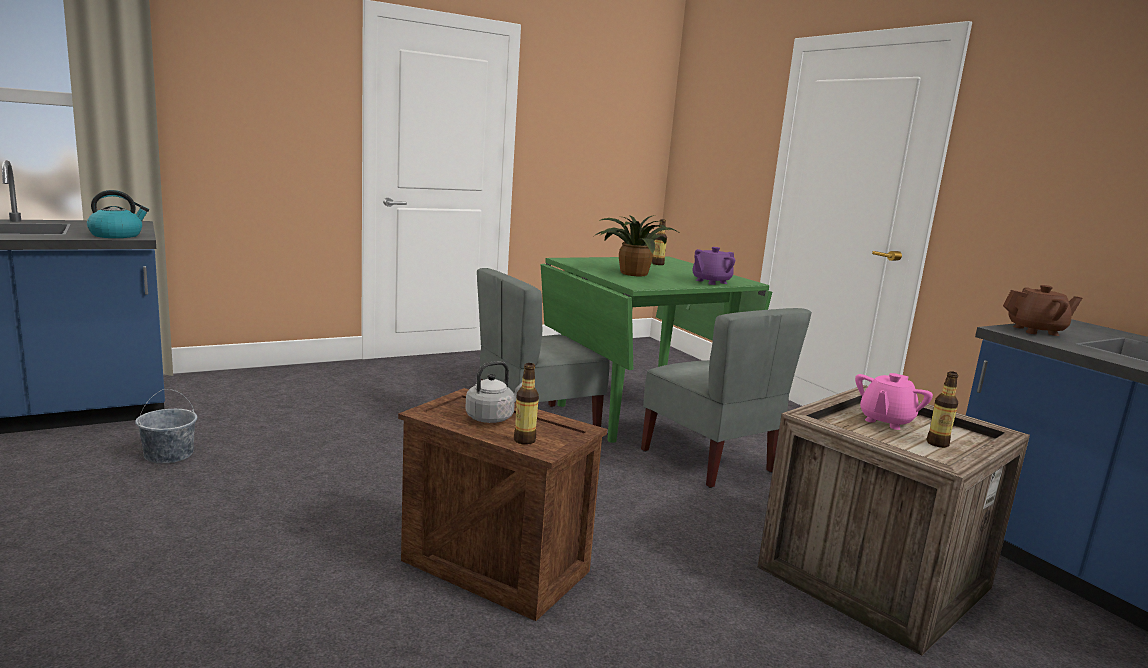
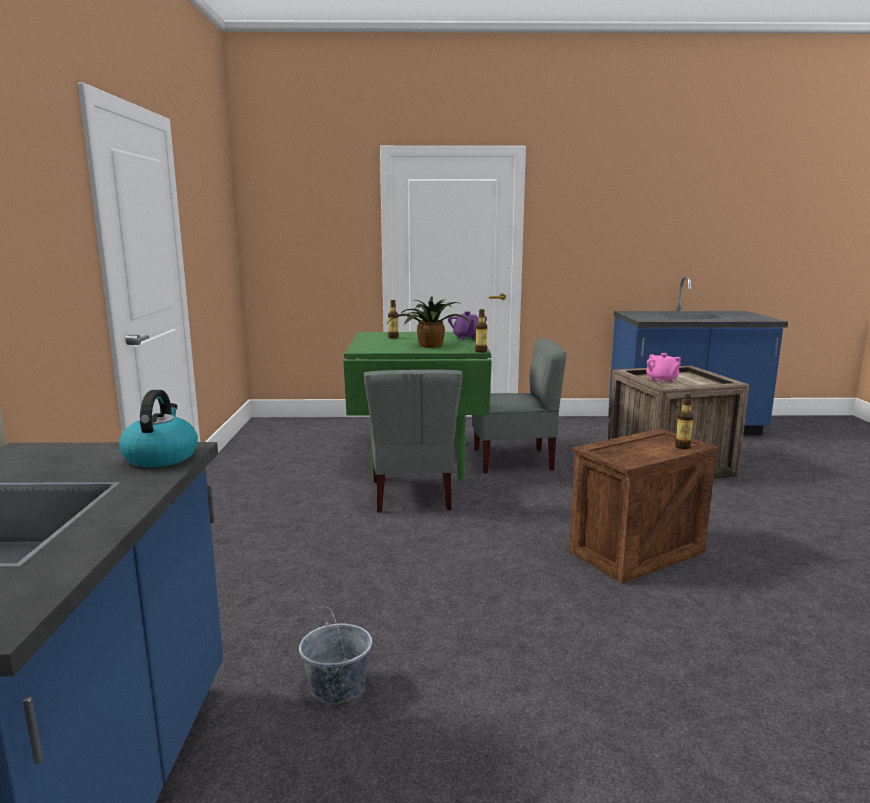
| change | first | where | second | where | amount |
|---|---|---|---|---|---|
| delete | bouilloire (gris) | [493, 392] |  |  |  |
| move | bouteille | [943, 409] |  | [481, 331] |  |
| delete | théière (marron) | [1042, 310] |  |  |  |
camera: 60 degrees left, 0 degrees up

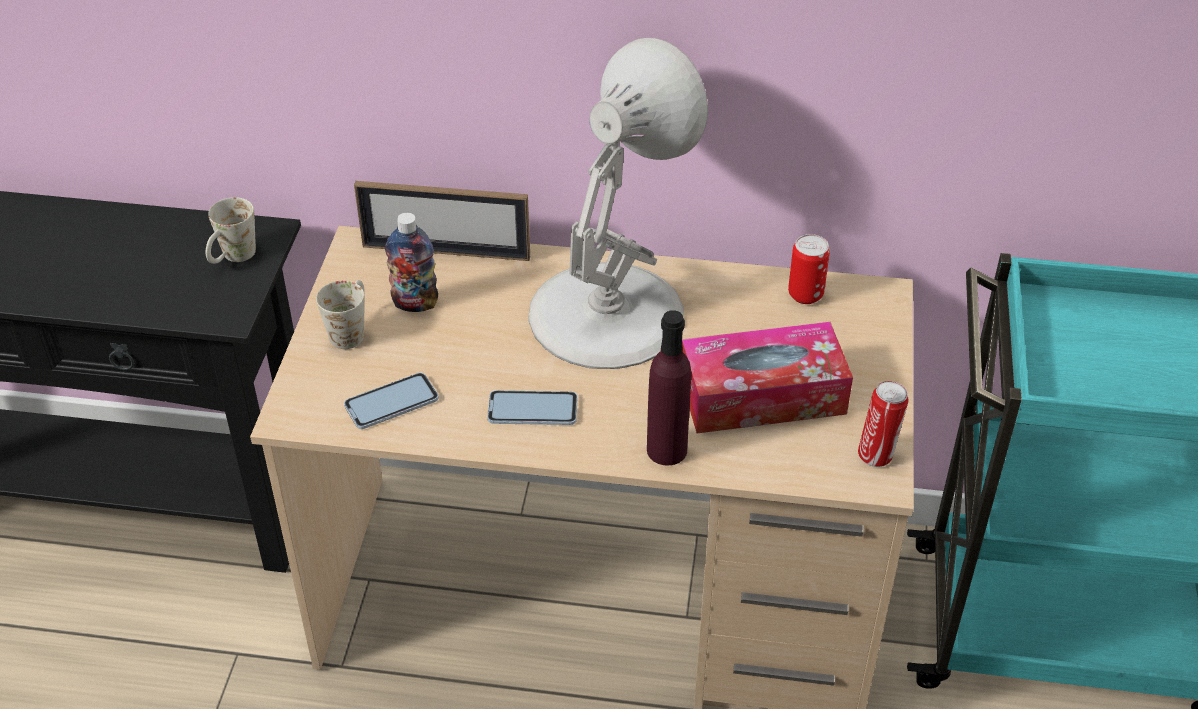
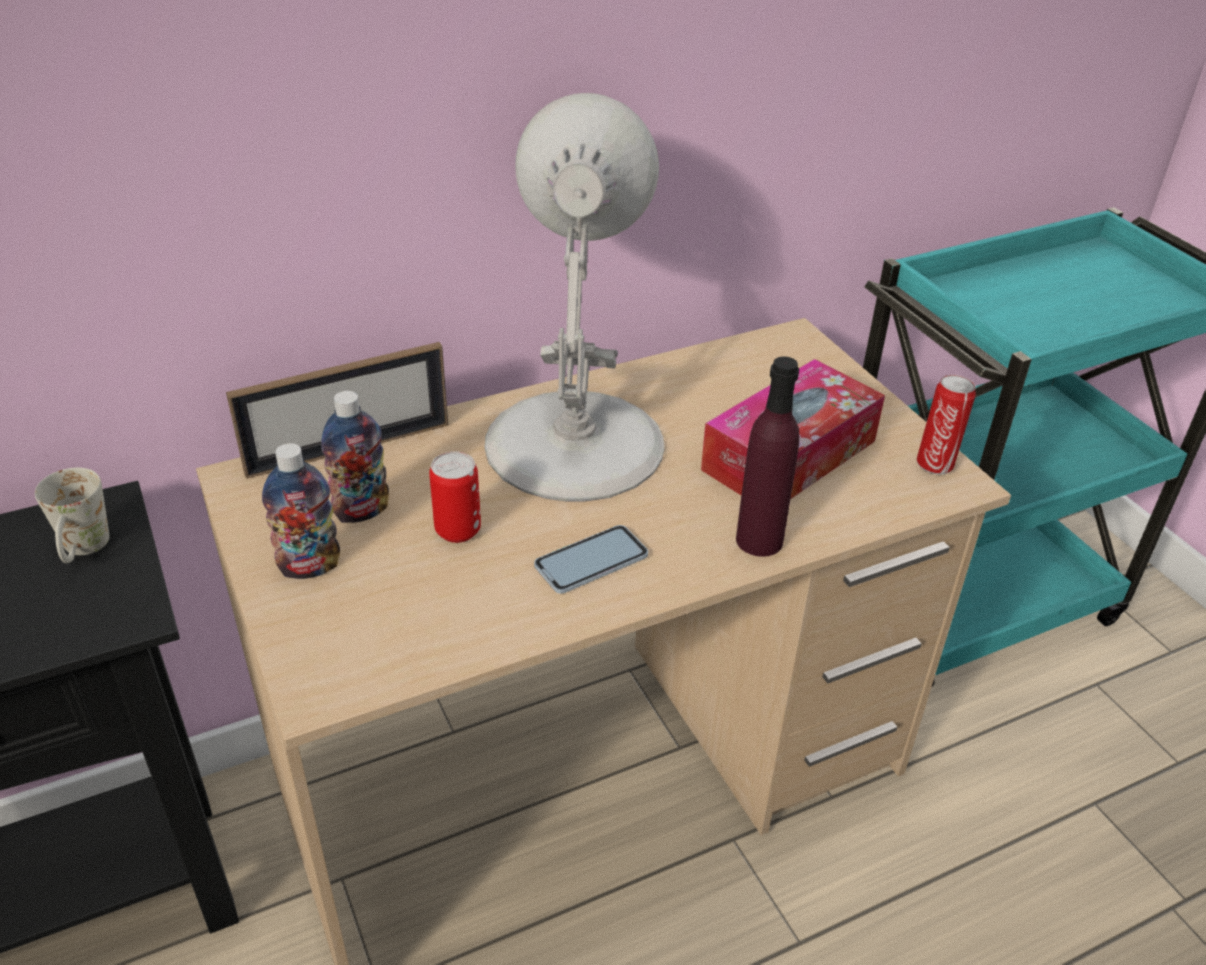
| change | first | where | second | where | amount |
|---|---|---|---|---|---|
| replace | mug (blanc) | [340, 314] | bouteille | [301, 511] |  |
| delete | téléphone | [391, 401] |  |  |  |
| move | boîte métallique | [809, 269] |  | [455, 497] |  |
camera: 35 degrees left, 5 degrees down

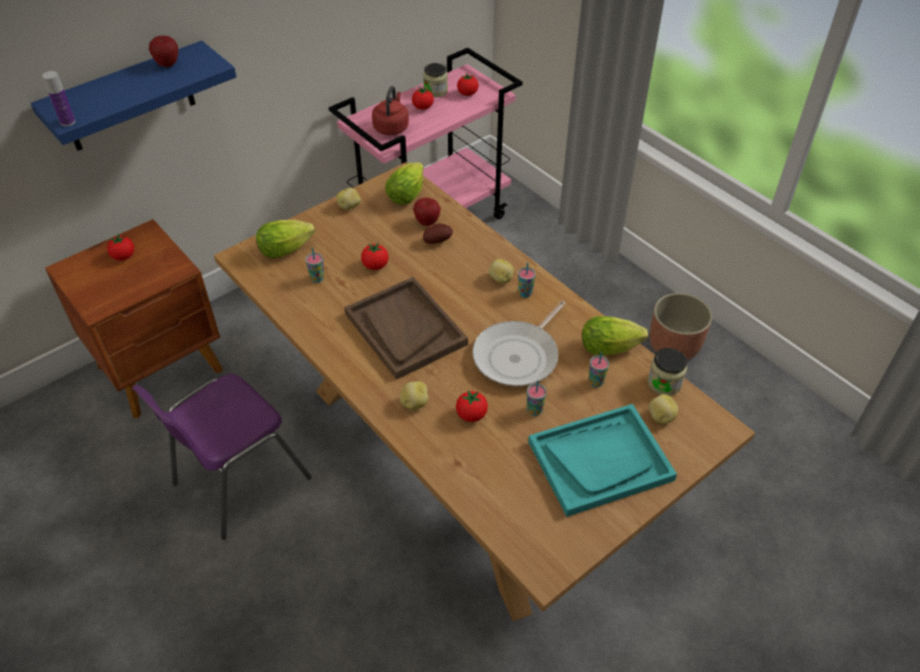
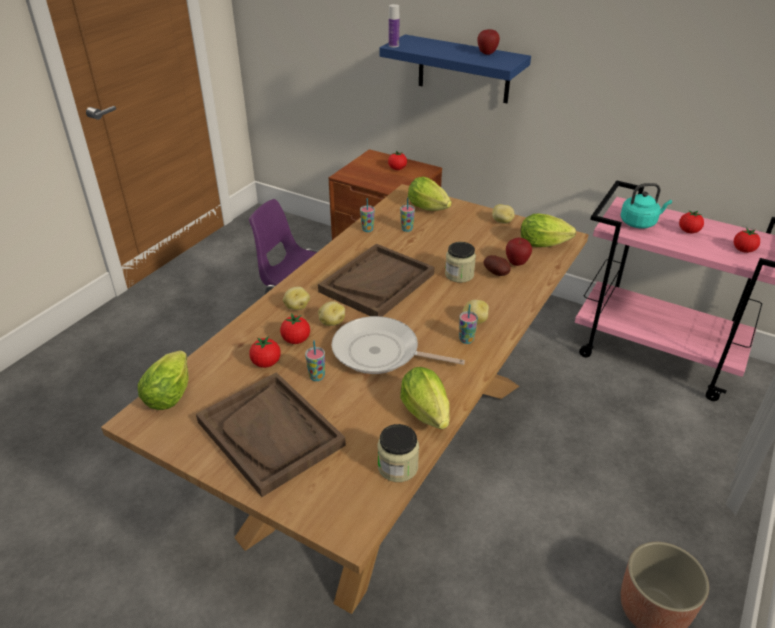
| change | first | where | second | where | amount |
|---|---|---|---|---|---|
| move | tomate | [375, 256] |  | [265, 352] |  |
| recolor | bouilloire (rouge) | [390, 110] | bouilloire (turquoise) | [646, 206] |  |
| move | bocal | [435, 80] |  | [460, 262] |  |
| recolor | plateau (turquoise) | [602, 460] | plateau (marron) | [271, 434] |  |
| move | tasse | [599, 369] |  | [367, 215] |  |
| move | pomme de terre | [663, 409] |  | [331, 313] |  |
| insert |  |  | laitue | [163, 380] |  |
camera: 70 degrees right, 10 degrees down

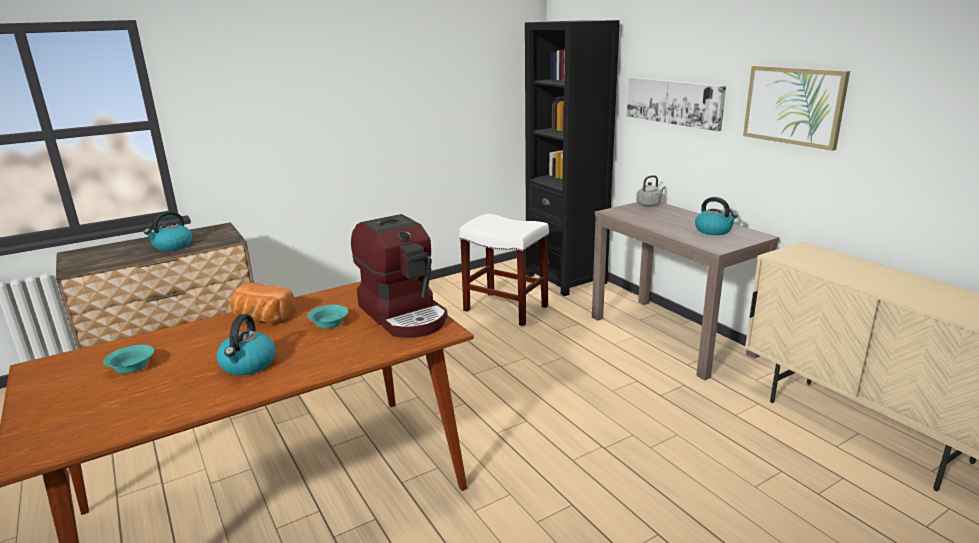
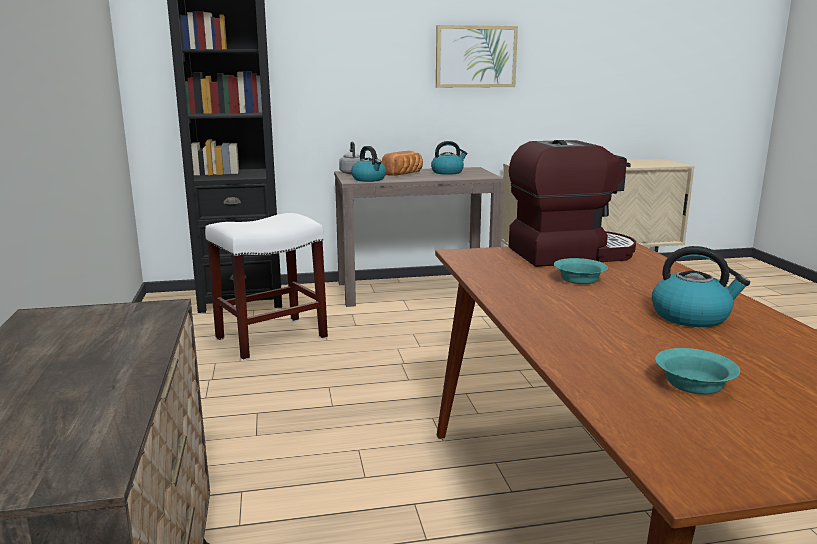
| change | first | where | second | where | amount |
|---|---|---|---|---|---|
| move | bouilloire | [168, 231] |  | [368, 164] |  |
| move | pain | [263, 303] |  | [402, 163] |  |
| delete | tableau | [676, 104] |  |  |  |
camera: 70 degrees left, 5 degrees down

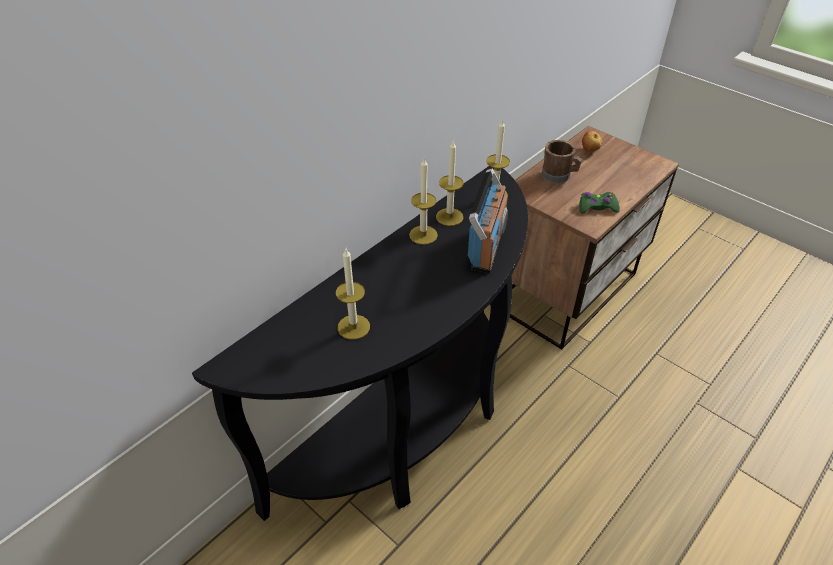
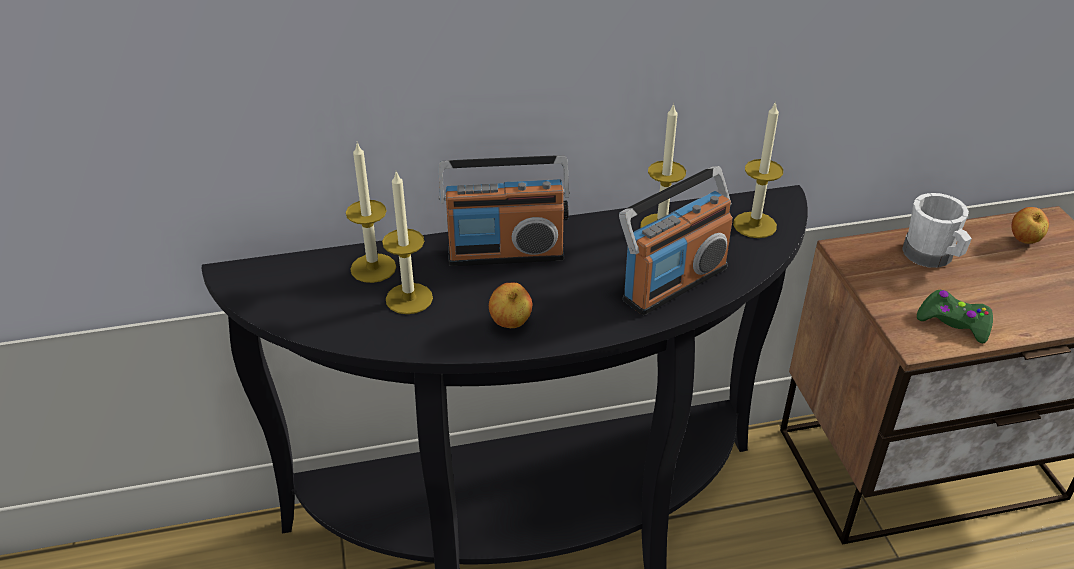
| change | first | where | second | where | amount |
|---|---|---|---|---|---|
| move | bougie | [423, 201] |  | [371, 213] |  |
| recolor | mug (marron) | [561, 162] | mug (blanc) | [937, 230] |  |
| insert |  |  | radio | [504, 210] |  |
| insert |  |  | pomme | [511, 305] |  |
camera: 35 degrees right, 5 degrees down

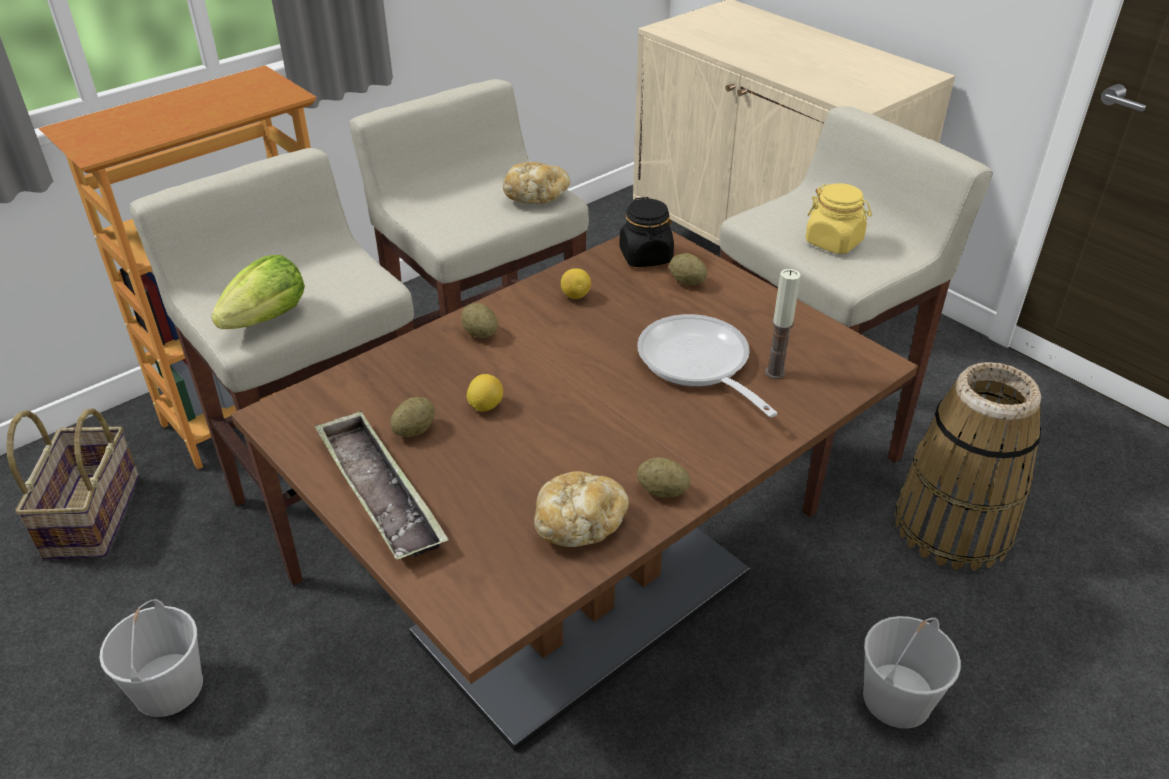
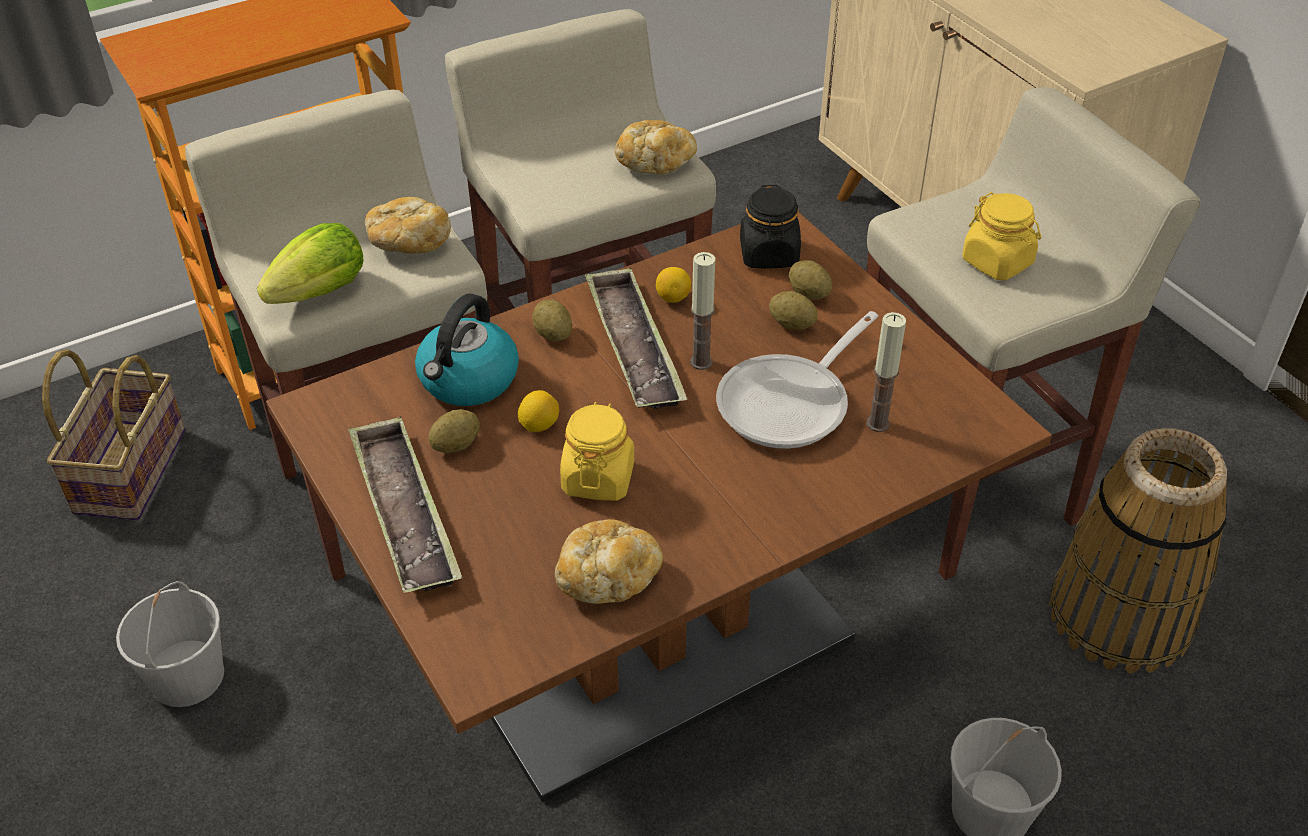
| change | first | where | second | where | amount |
|---|---|---|---|---|---|
| rotate | poêle | [707, 365] |  | [797, 380] | 120 degrees counterclockwise |
| move | pomme de terre | [663, 477] |  | [793, 310] |  |
| insert |  |  | pain | [408, 225] |  |
| insert |  |  | bouilloire | [467, 350] |  |
| insert |  |  | bocal (jaune) | [597, 451] |  |
| insert |  |  | plateau | [636, 338] |  |
| insert |  |  | bougie | [702, 311] |  |
camera: 10 degrees right, 5 degrees up

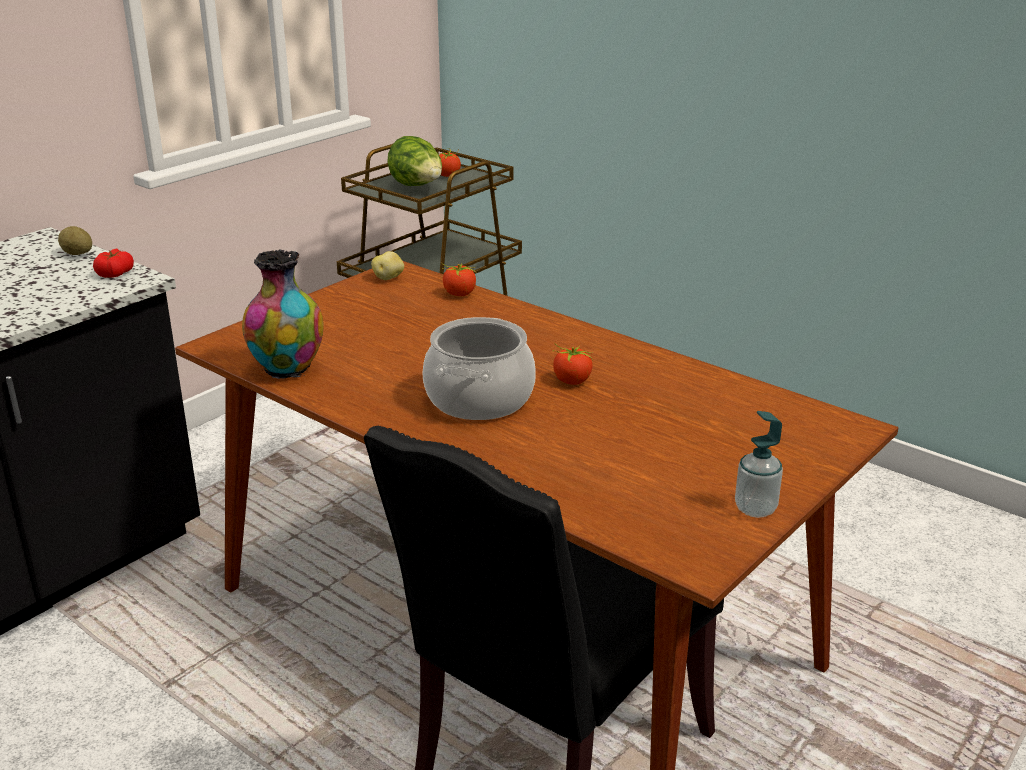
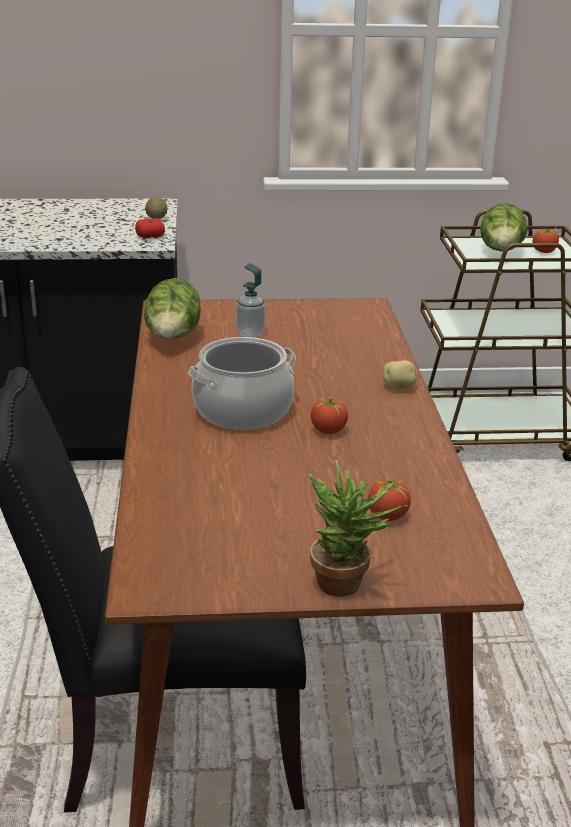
| change | first | where | second | where | amount |
|---|---|---|---|---|---|
| replace | vase | [283, 314] | laitue | [172, 308] |  |
| move | pomme de terre | [387, 265] |  | [400, 374] |  |
| move | tomate | [459, 279] |  | [389, 495] |  |
| move | distributeur de savon | [759, 464] |  | [250, 300] |  |
| insert |  |  | plante en pot | [358, 528] |  |
camera: 45 degrees right, 0 degrees up

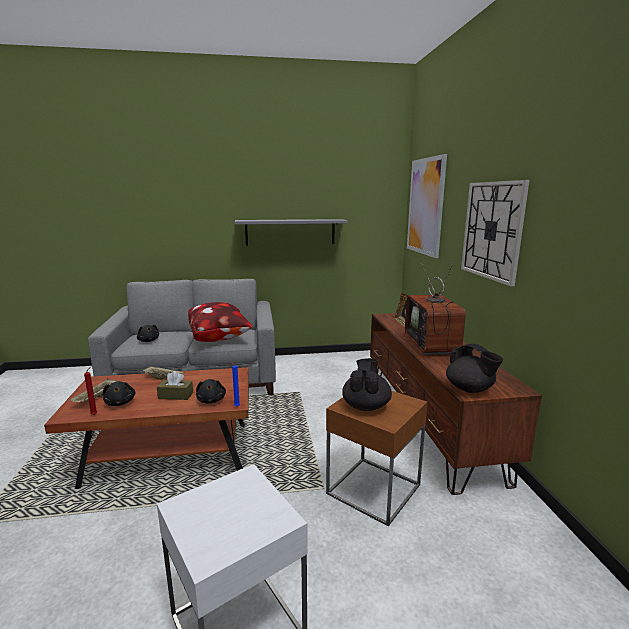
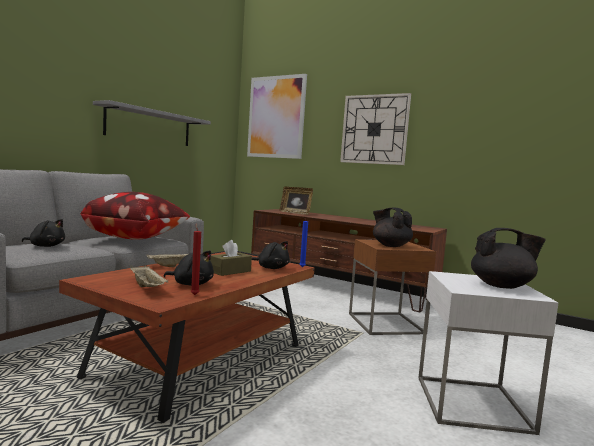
| change | first | where | second | where | amount |
|---|---|---|---|---|---|
| delete | téléviseur | [435, 308] |  |  |  |
| move | théière (noir) | [474, 368] |  | [508, 258] |  |
camera: 50 degrees left, 10 degrees down

